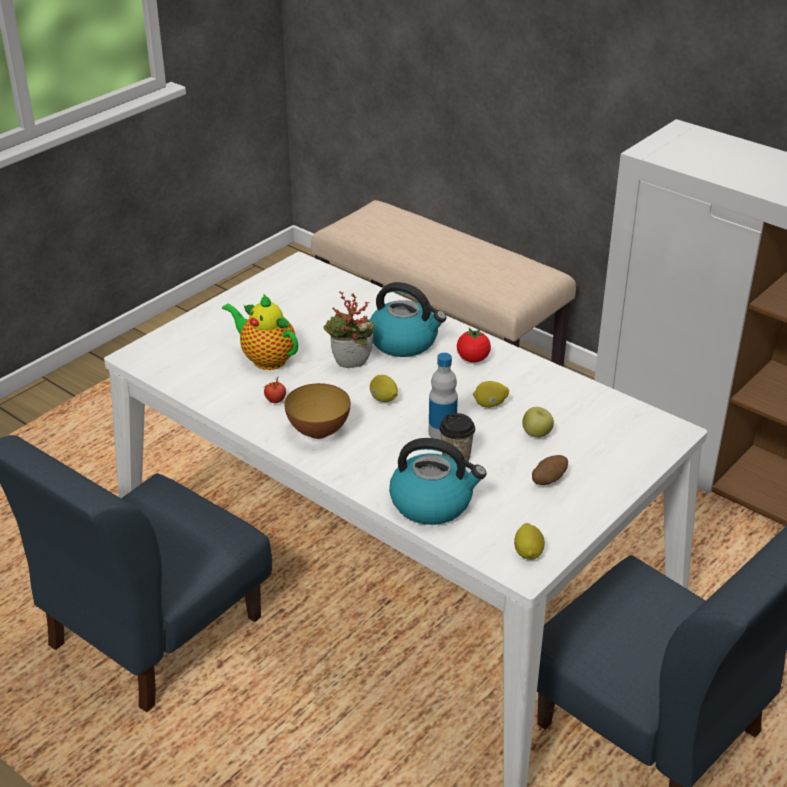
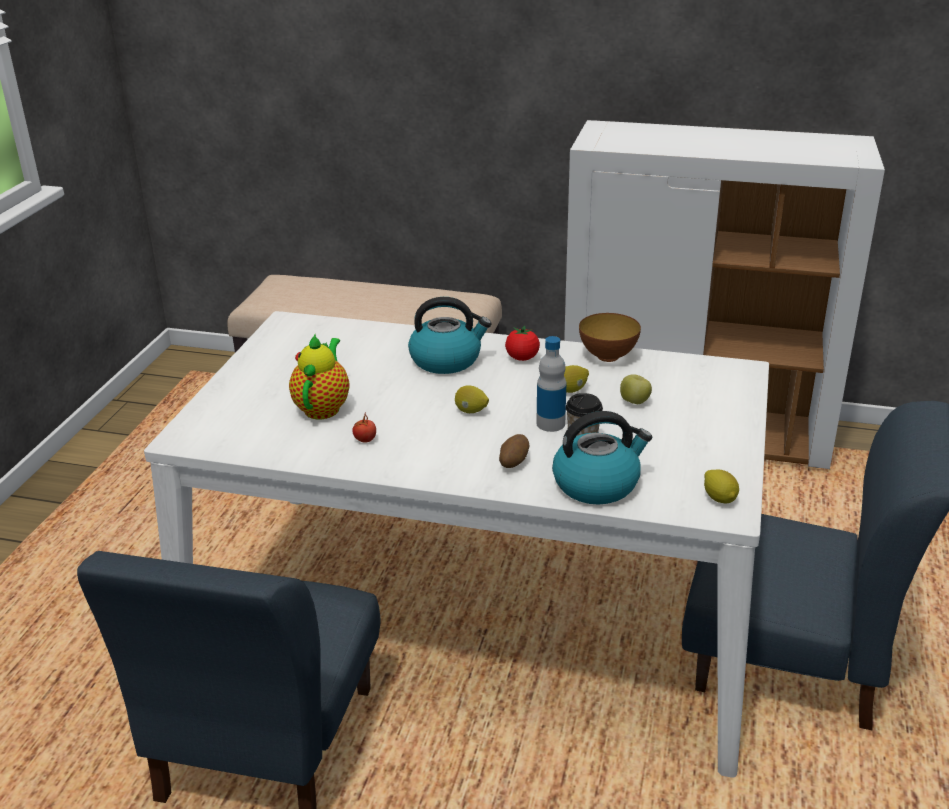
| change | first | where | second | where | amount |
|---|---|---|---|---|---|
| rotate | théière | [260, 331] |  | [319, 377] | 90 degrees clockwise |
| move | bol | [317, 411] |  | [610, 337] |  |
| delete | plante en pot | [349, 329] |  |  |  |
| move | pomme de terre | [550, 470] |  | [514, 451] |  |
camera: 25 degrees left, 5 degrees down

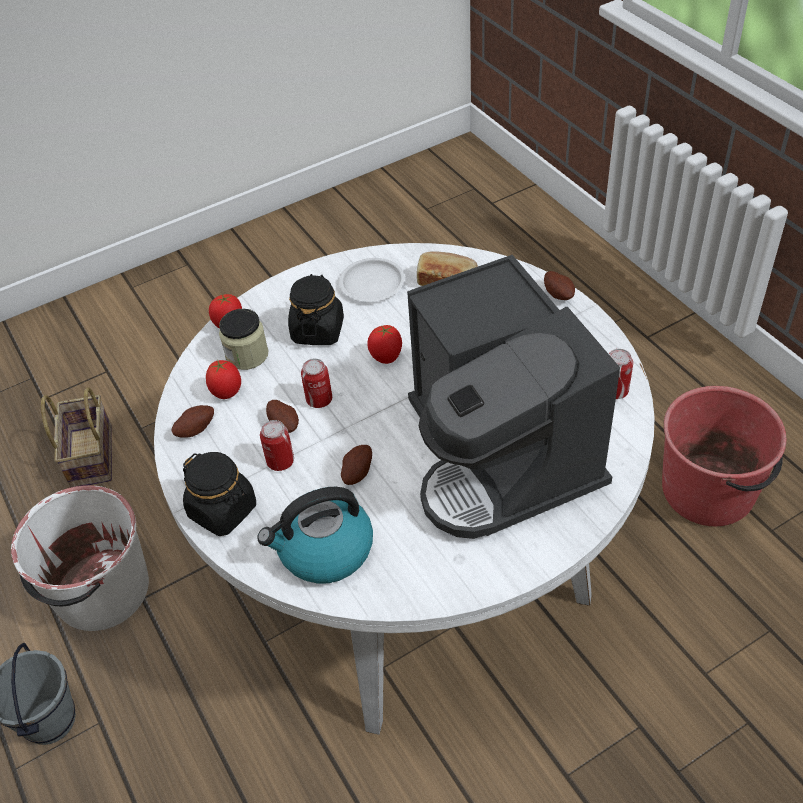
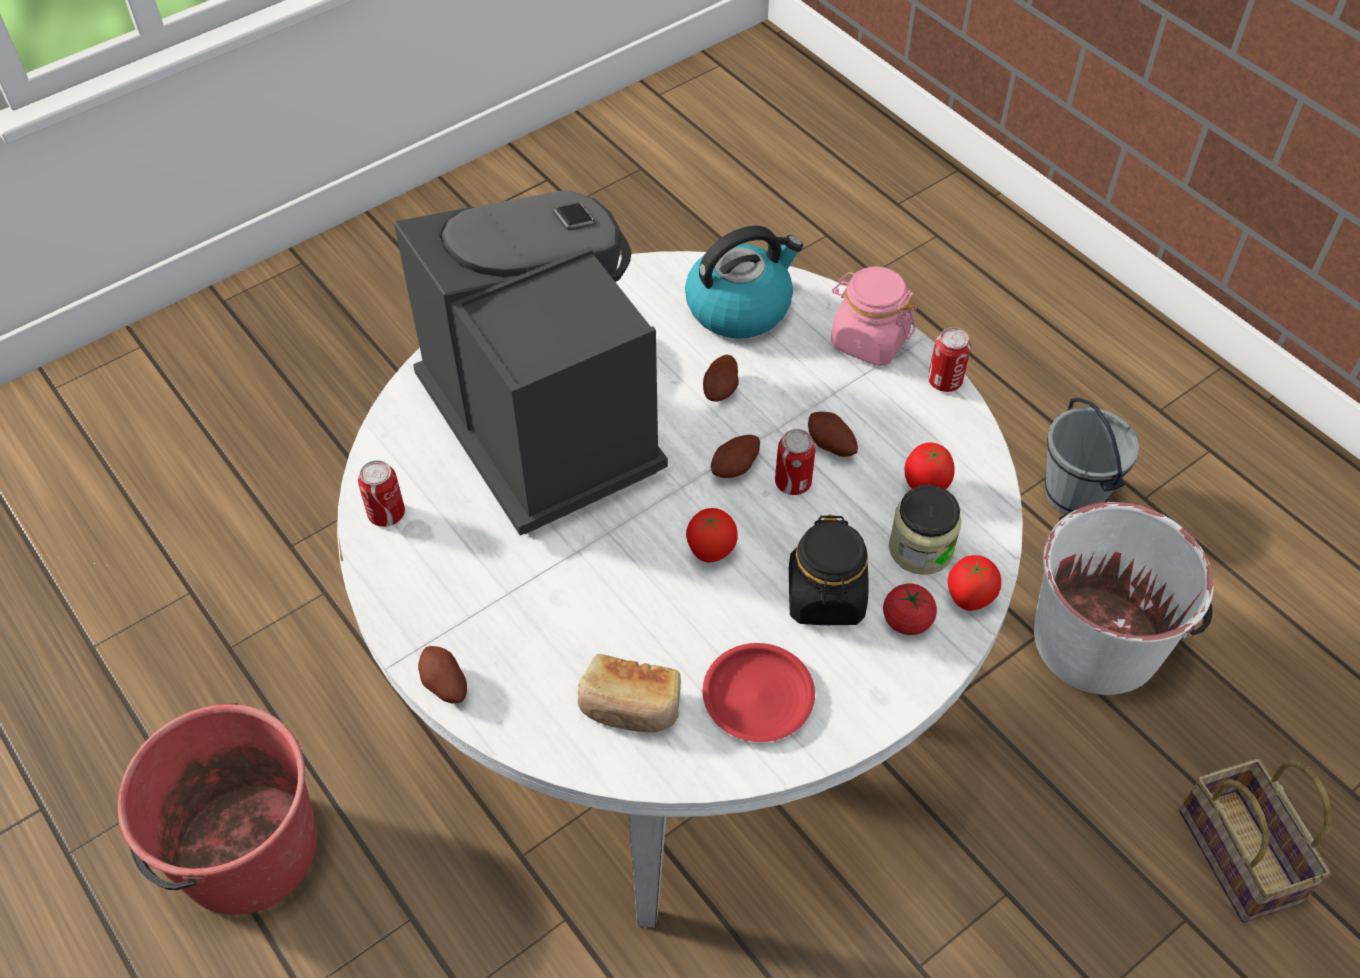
| change | first | where | second | where | amount |
|---|---|---|---|---|---|
| move | pomme de terre | [192, 421] |  | [735, 456] |  |
| recolor | bocal (noir) | [219, 494] | bocal (rose) | [874, 316] |  |
| move | boîte métallique | [277, 445] |  | [949, 359] |  |
| recolor | assiette (blanc) | [372, 279] | assiette (rouge) | [759, 692] |  |
| insert |  |  | tomate | [910, 609] |  |
camera: 170 degrees right, 5 degrees up

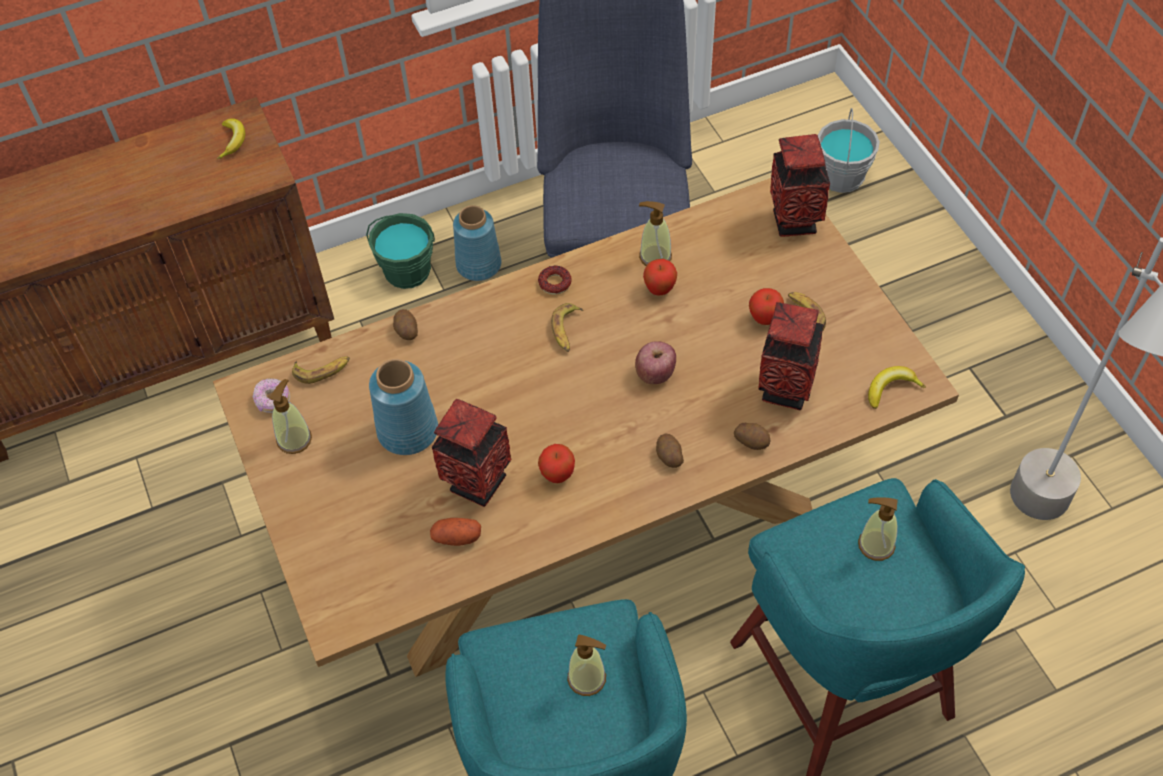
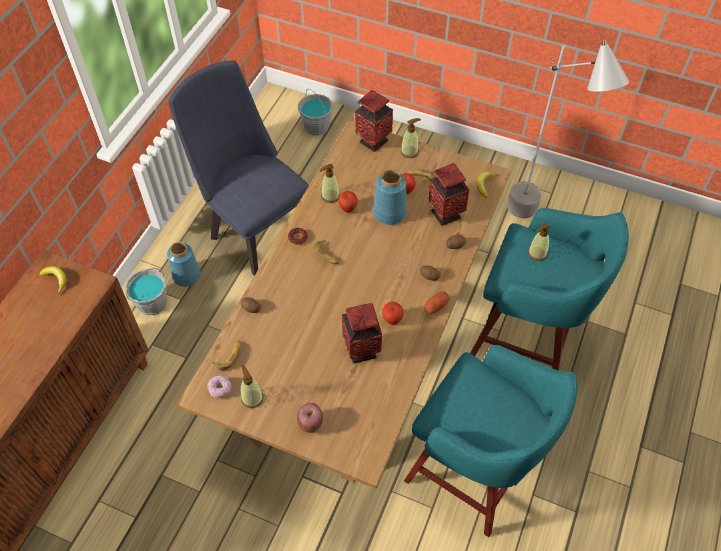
| change | first | where | second | where | amount |
|---|---|---|---|---|---|
| recolor | seau (vert) | [400, 251] | seau (gris) | [145, 292] |  |
| move | vase (bleu) | [403, 407] |  | [390, 197] |  |
| move | pomme de terre | [455, 532] |  | [436, 302] |  |
| move | distributeur de savon | [586, 665] |  | [411, 138] |  |
| move | pomme | [655, 362] |  | [310, 418] |  |
camera: 45 degrees left, 0 degrees up

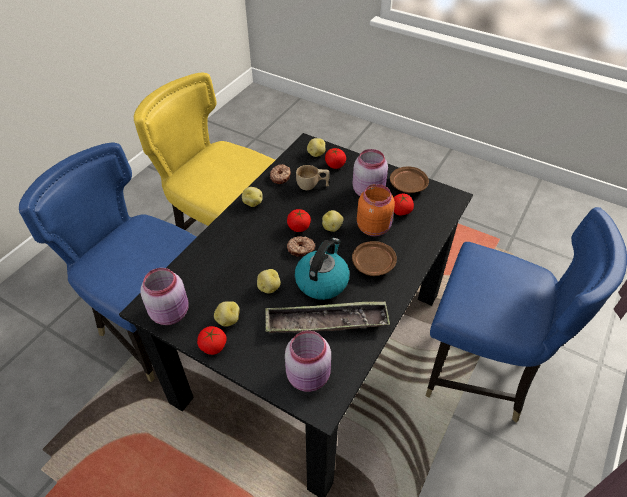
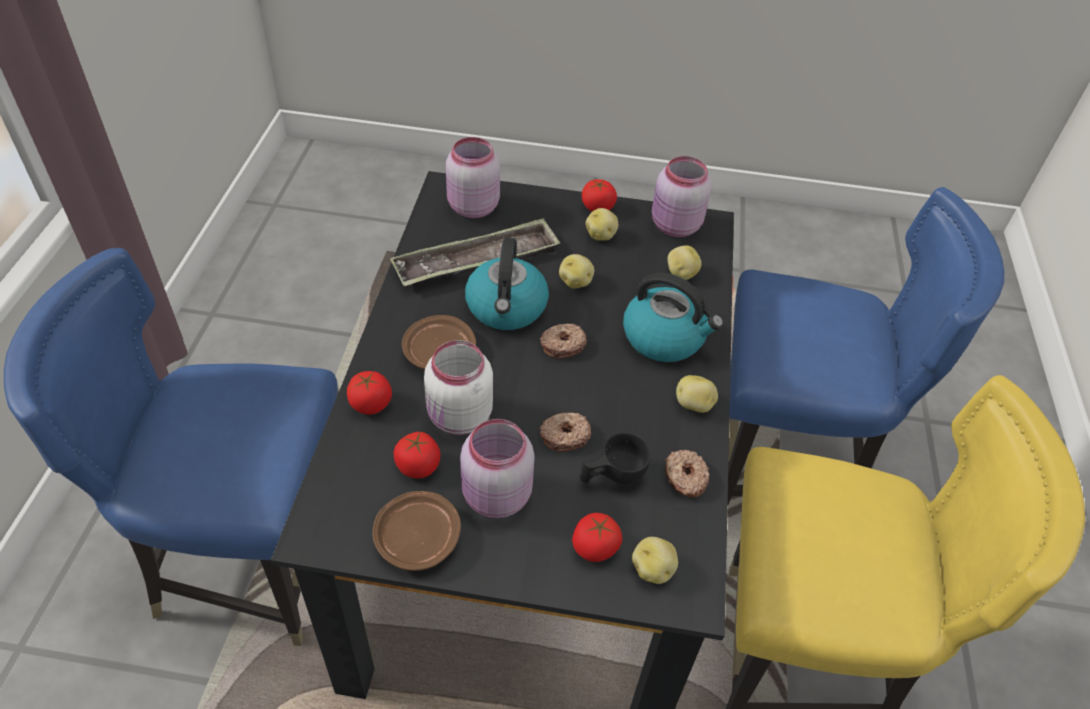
| change | first | where | second | where | amount |
|---|---|---|---|---|---|
| move | tomate | [299, 220] |  | [369, 393] |  |
| recolor | tasse (beige) | [312, 177] | tasse (noir) | [615, 458] |  |
| move | pomme de terre | [333, 221] |  | [684, 262] |  |
| recolor | bocal (orange) | [376, 210] | bocal (blanc) | [458, 387] |  |
| insert |  |  | beignet | [565, 432] |  |
| insert |  |  | bouilloire | [673, 317] |  |
camera: 155 degrees right, 0 degrees up

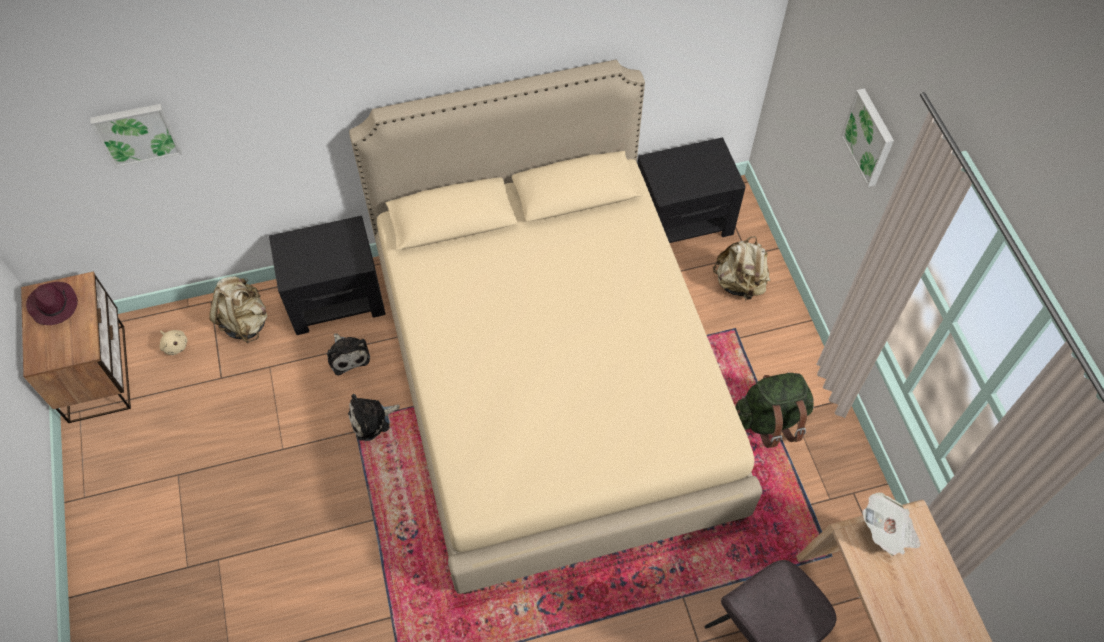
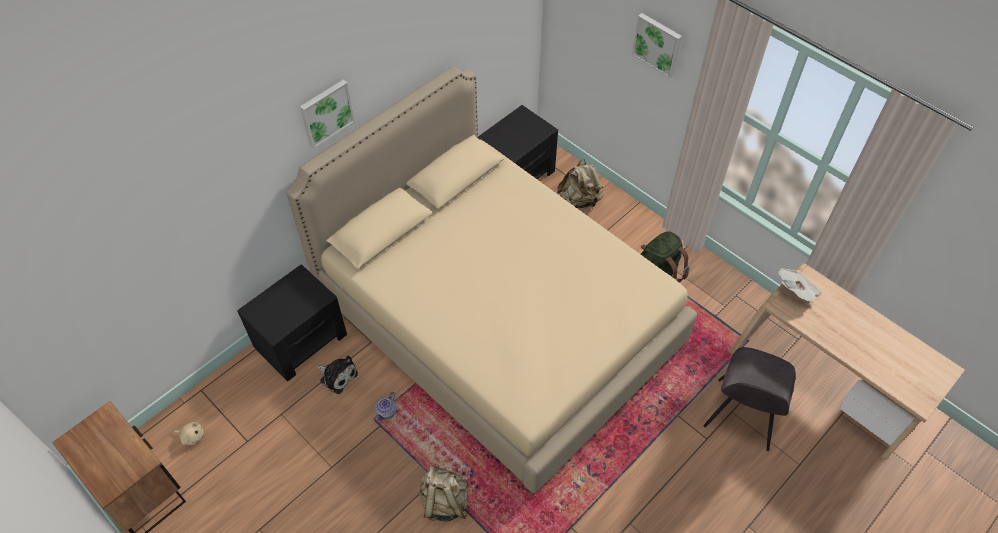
| change | first | where | second | where | amount |
|---|---|---|---|---|---|
| delete | chapeau (violet) | [52, 303] |  |  |  |
| move | tableau | [136, 136] |  | [327, 114] |  |
| move | sac à dos (beige) | [238, 309] |  | [444, 492] |  |
| replace | peluche | [374, 417] | théière | [386, 406] |  |
camera: 30 degrees left, 5 degrees down

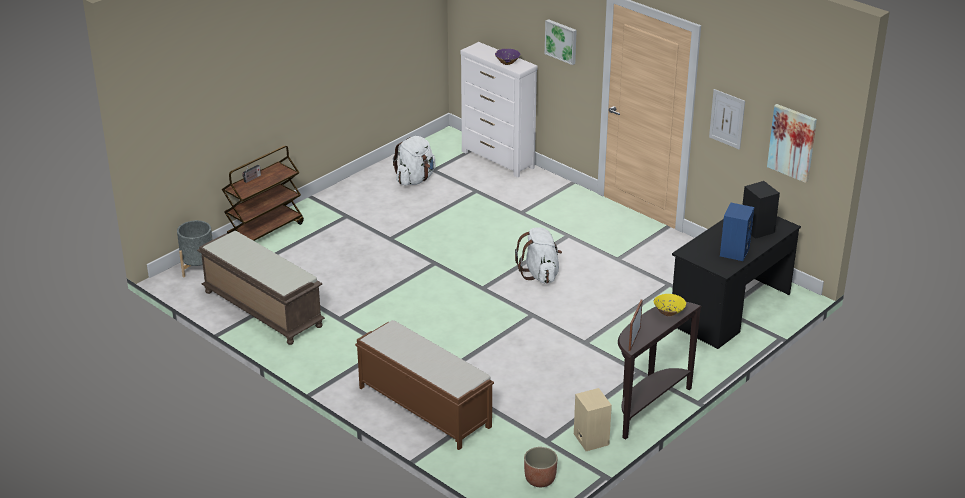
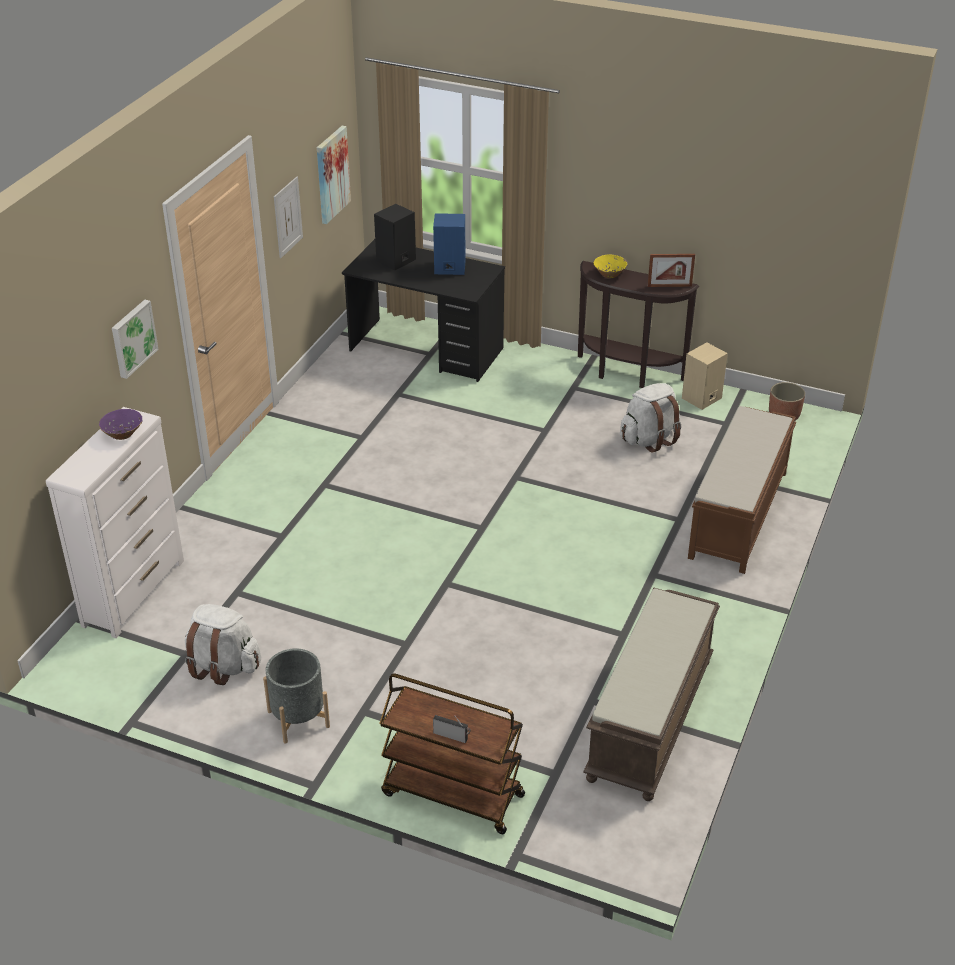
| change | first | where | second | where | amount |
|---|---|---|---|---|---|
| move | cache-pot (gris) | [195, 249] |  | [296, 696] |  |
| move | sac à dos (blanc) | [538, 255] |  | [650, 418] |  |
camera: 110 degrees left, 5 degrees up

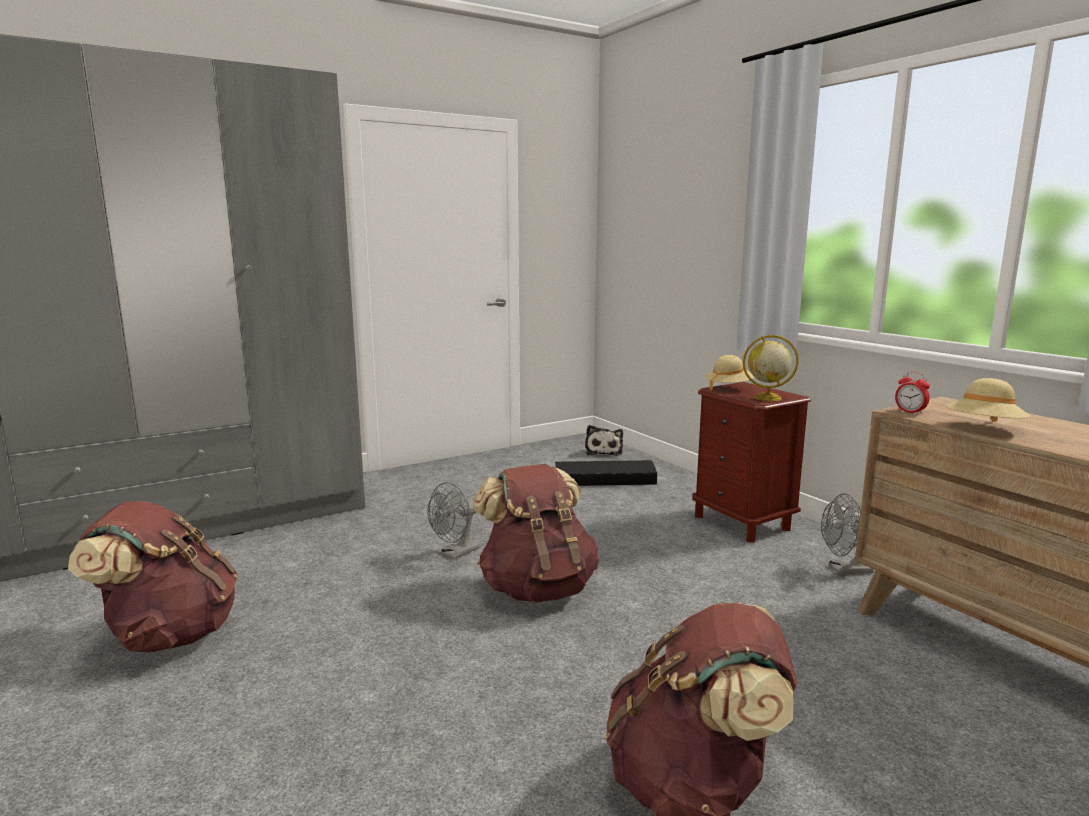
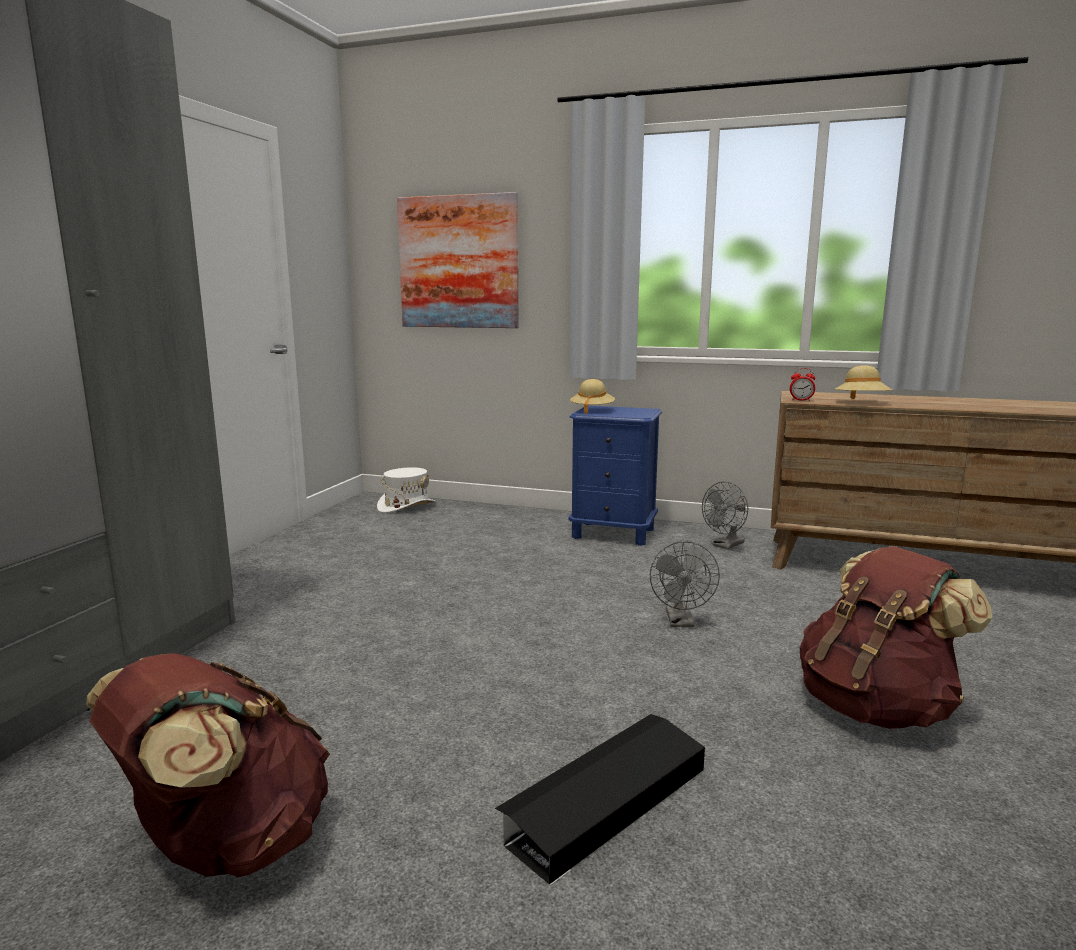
| change | first | where | second | where | amount |
|---|---|---|---|---|---|
| move | ventilateur (gris) | [453, 521] |  | [685, 584] |  |
| delete | sac à dos (marron) | [536, 533] |  |  |  |
| move | boîte de rangement (noir) | [606, 473] |  | [600, 799] |  |
| replace | peluche | [604, 440] | chapeau (blanc) | [406, 490] |  |
| recolor | table de chevet (marron) | [751, 462] | table de chevet (bleu) | [615, 475] |  |
| delete | globe | [771, 368] |  |  |  |
| insert |  |  | tableau | [457, 260] |  |
camera: 40 degrees left, 0 degrees up

